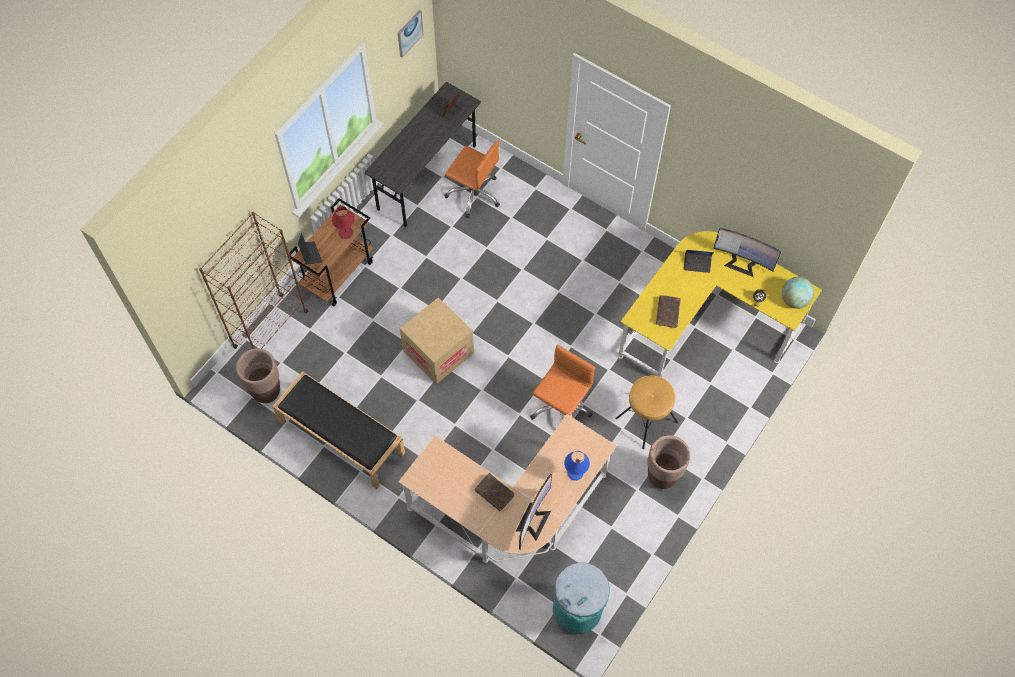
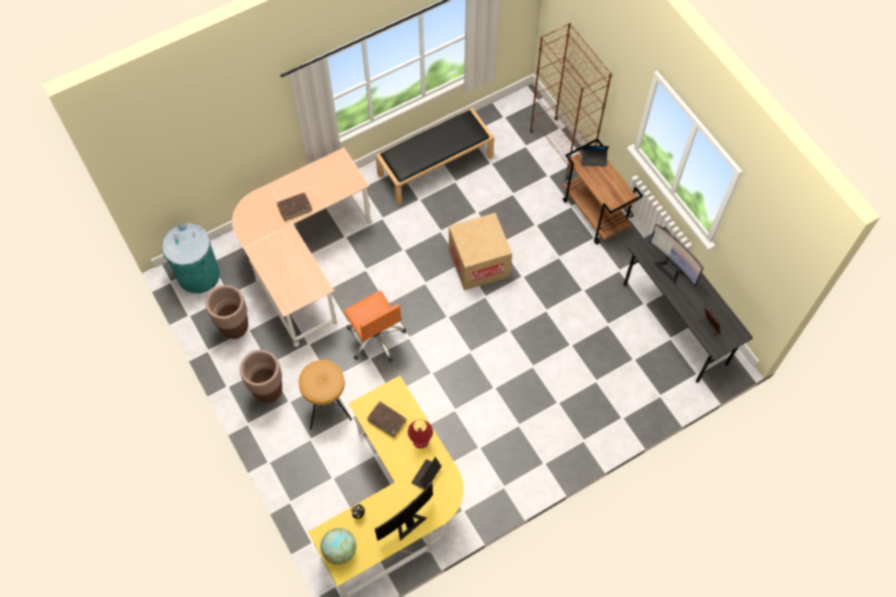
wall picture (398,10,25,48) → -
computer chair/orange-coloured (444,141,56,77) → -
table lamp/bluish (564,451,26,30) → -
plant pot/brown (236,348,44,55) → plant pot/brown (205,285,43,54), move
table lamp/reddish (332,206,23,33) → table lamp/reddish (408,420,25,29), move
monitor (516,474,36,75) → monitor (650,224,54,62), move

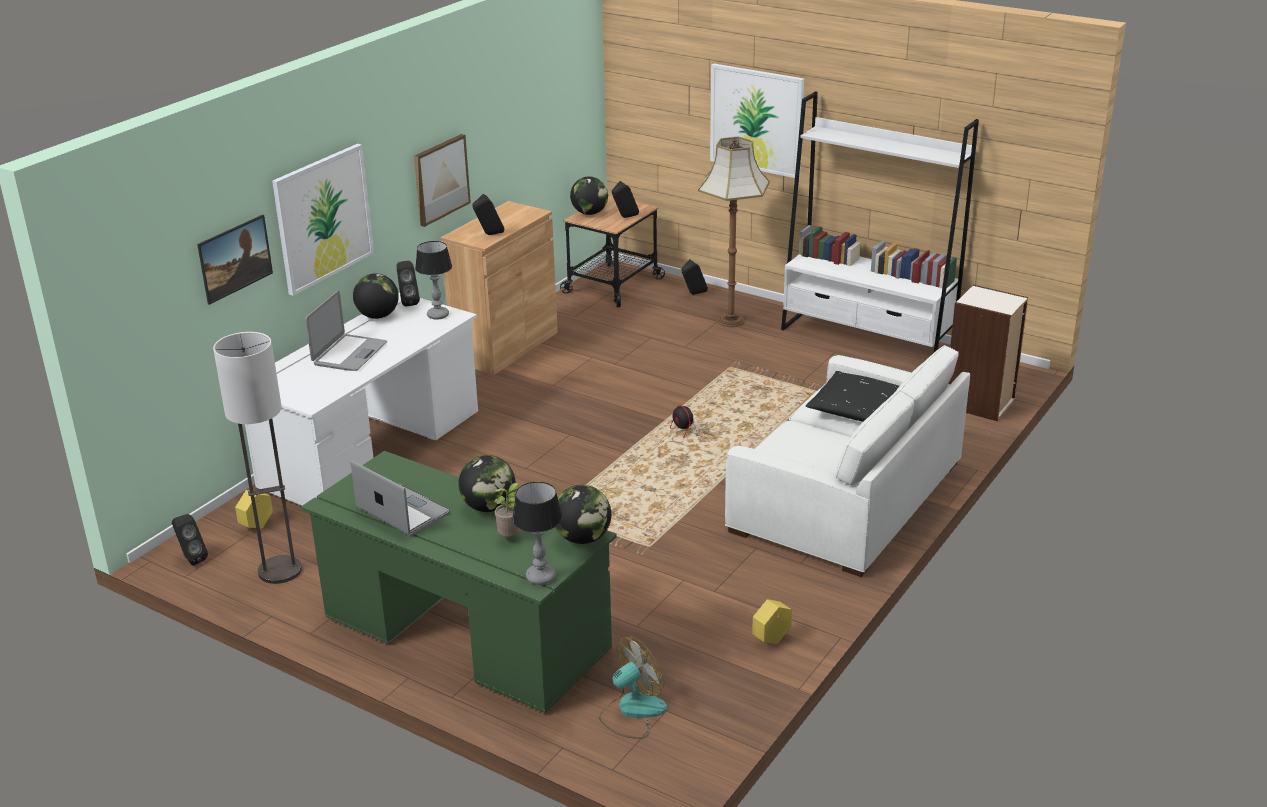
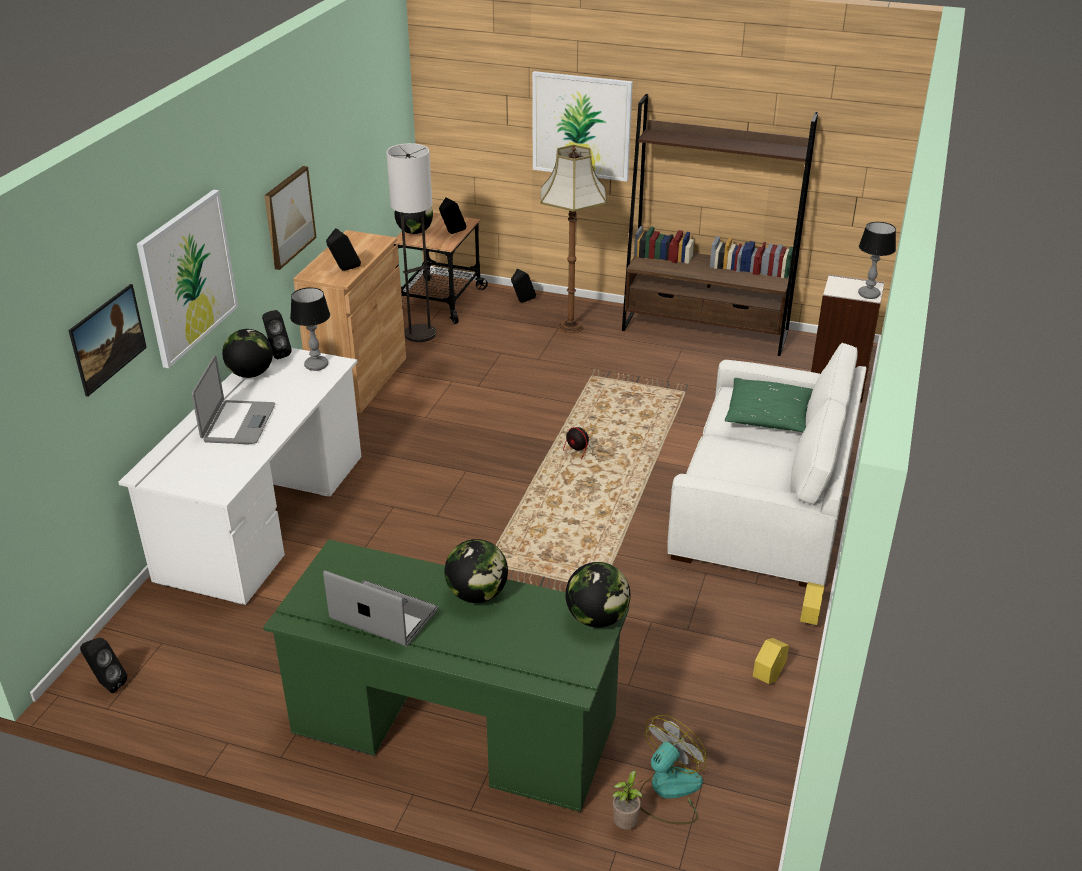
standard lamp (213,332,89,252) → standard lamp (386,143,50,199), move
plant pot/yellow (235,490,38,39) → plant pot/yellow (800,582,25,43), move
plant in a pot (494,483,26,53) → plant in a pot (612,770,31,59), move
table lamp (512,482,50,103) → table lamp (858,222,38,77), move
bookcase/white-coloured (781,91,198,261) → bookcase/brown (622,94,196,262)
throw pillow/blackish (806,371,93,51) → throw pillow/green-coloured (725,378,88,54)

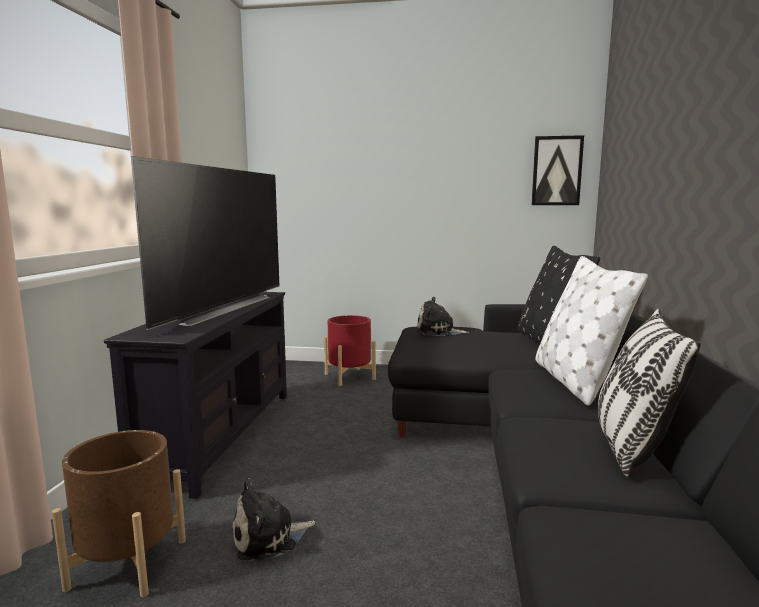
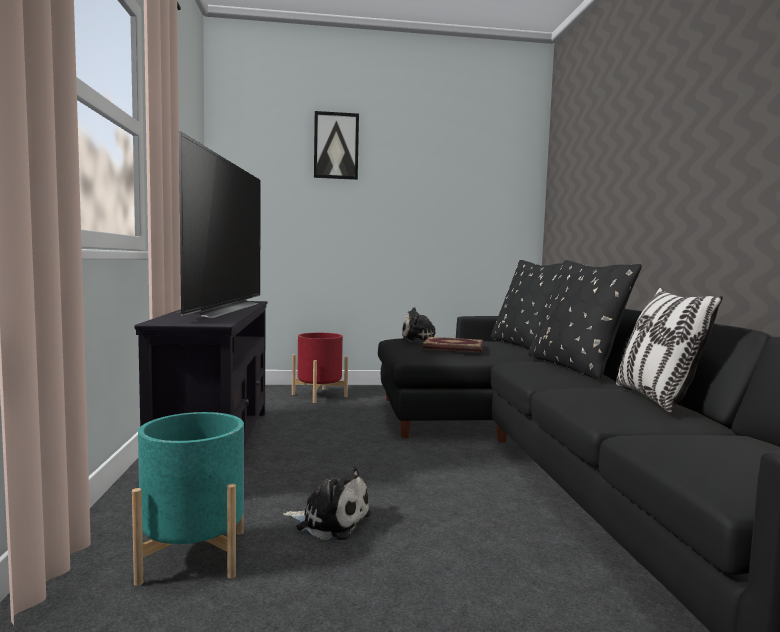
- → volume (423,337,60,16)
wall picture (531,135,53,70) → wall picture (314,111,45,69), move
plant pot/brown (52,430,134,167) → plant pot/turquoise-coloured (132,412,112,174)
throw pillow/white-coloured (535,256,113,150) → throw pillow/blackish (528,260,114,119)
cuddly toy (232,478,83,84) → cuddly toy (283,466,88,74), 120 degrees counterclockwise

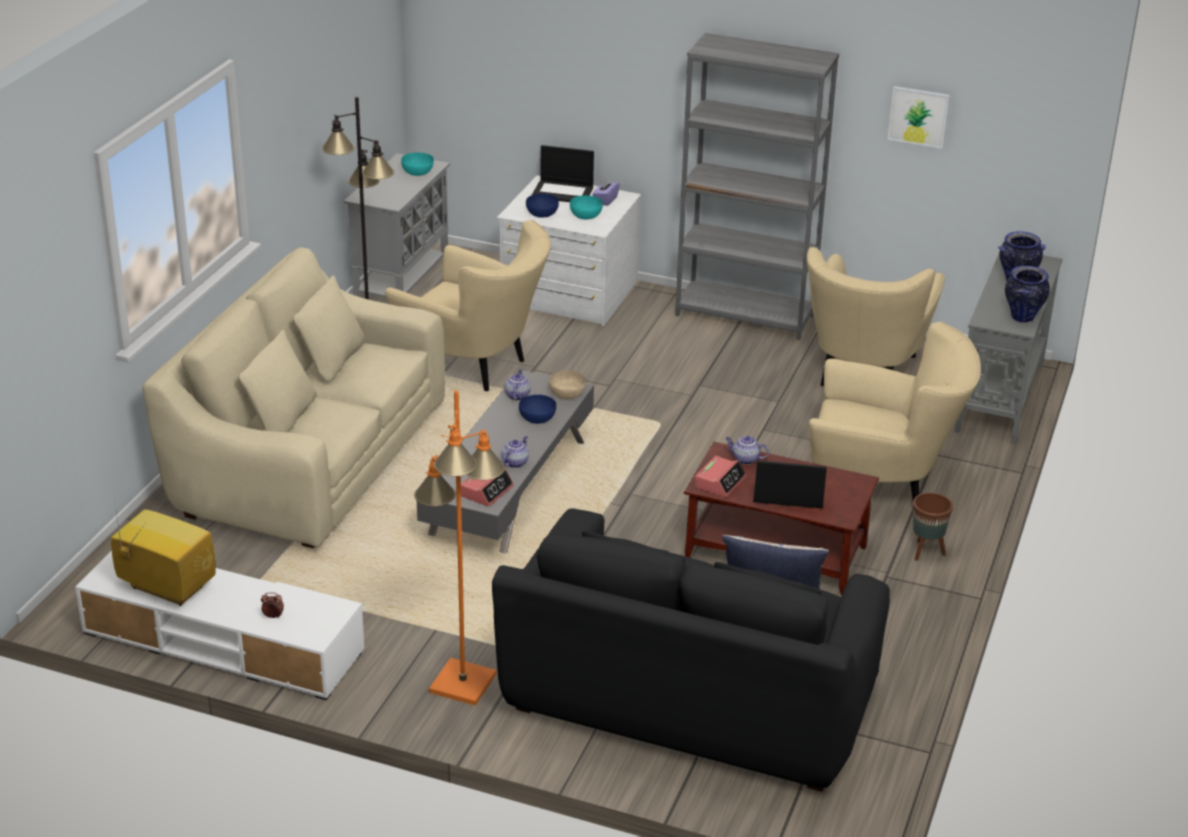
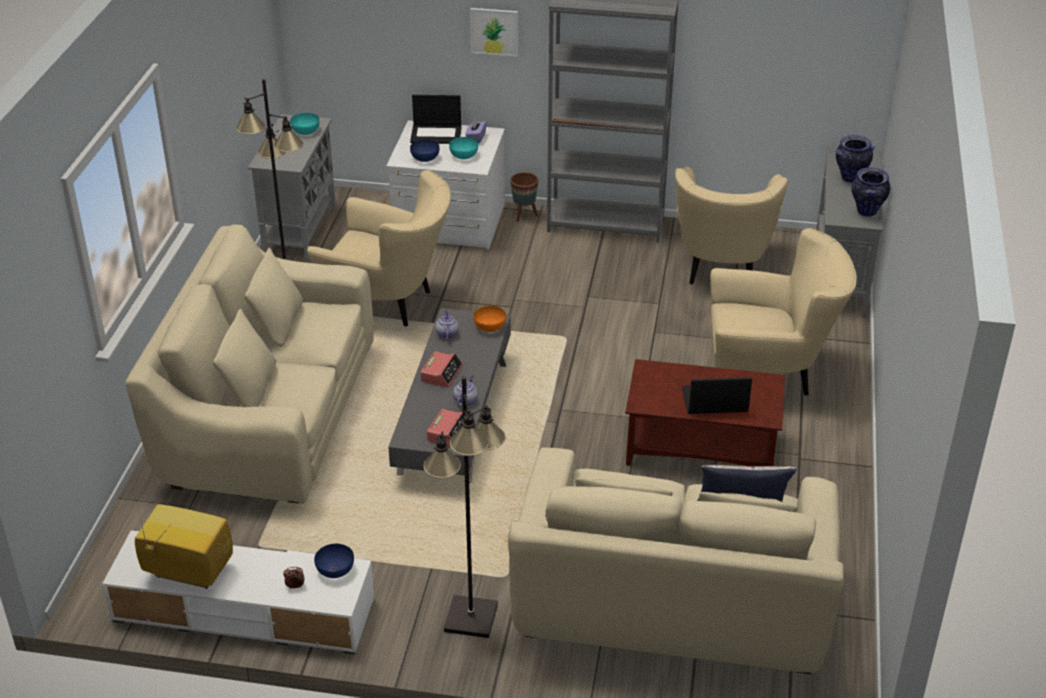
tea pot (725,436,44,29) → -
serving bowl/bluish (519,395,37,29) → serving bowl/bluish (314,544,40,34), move
table clock (695,456,52,42) → table clock (420,351,43,36), move
wall picture (888,86,62,63) → wall picture (470,8,48,49), move
plant pot/brown (913,493,40,68) → plant pot/brown (510,172,28,50), move
standard lamp/orange-coloured (414,390,91,316) → standard lamp/blackish (423,376,83,262)
sofa/blackish (492,508,398,284) → sofa/sand-coloured (508,447,336,227)
serving bowl/sand-coloured (549,371,37,28) → serving bowl/orange-coloured (474,306,32,26)

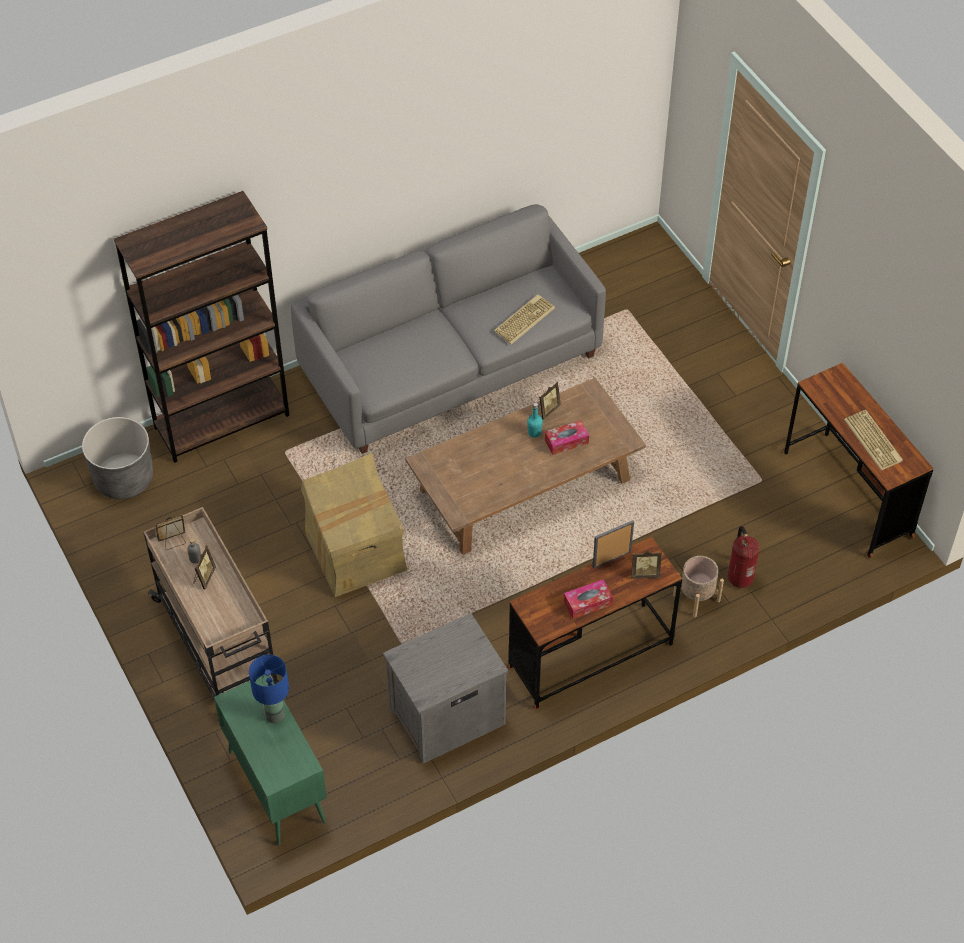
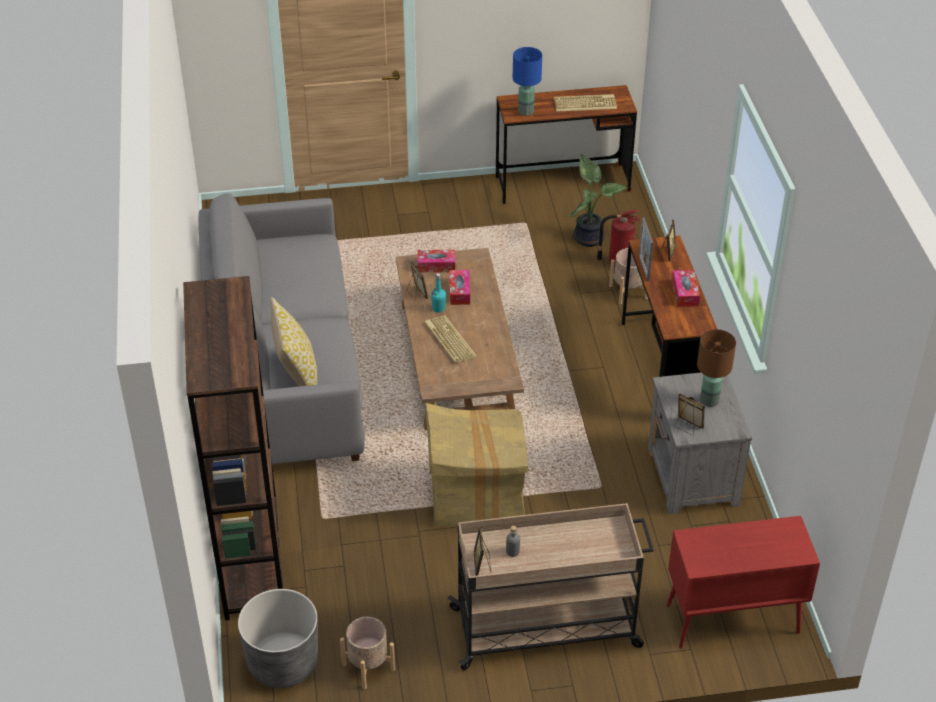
- → throw pillow (271,297,46,89)
- → plant pot/sand-coloured (340,617,55,72)
- → box of tissues (417,250,38,22)
- → plant in a pot (569,154,58,93)
- → table lamp/brown (697,329,39,78)
standing frame (193,545,23,45) → standing frame (674,393,31,43), move
table lamp/bluish (249,655,40,68) → table lamp/bluish (513,47,29,69), move
keyboard (494,294,61,50) → keyboard (424,315,53,48), move
cabinet/green-coloured (214,675,113,171) → cabinet/reddish (667,516,153,132)

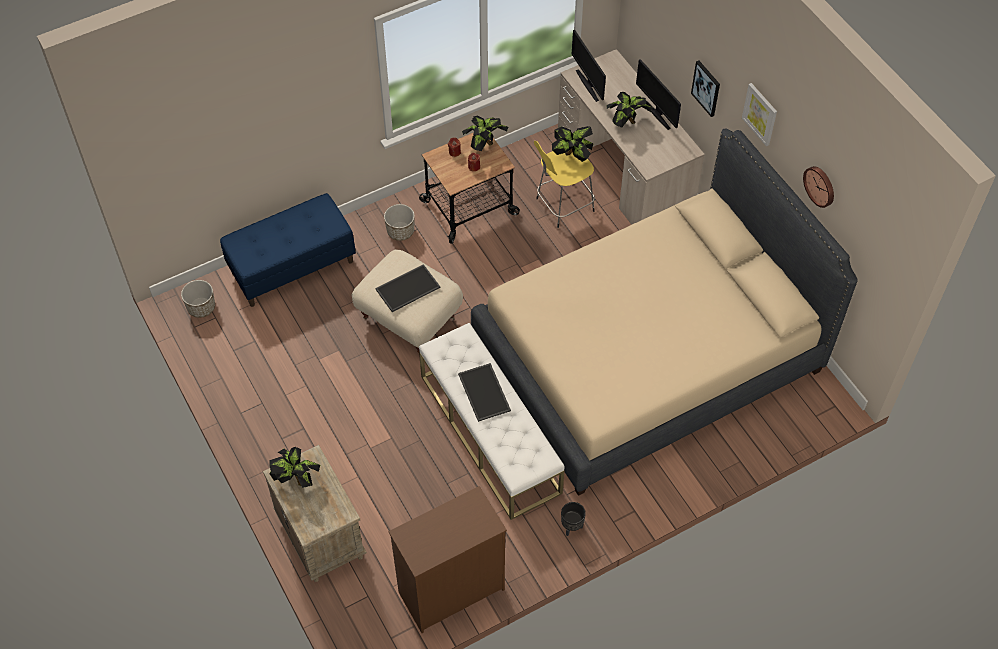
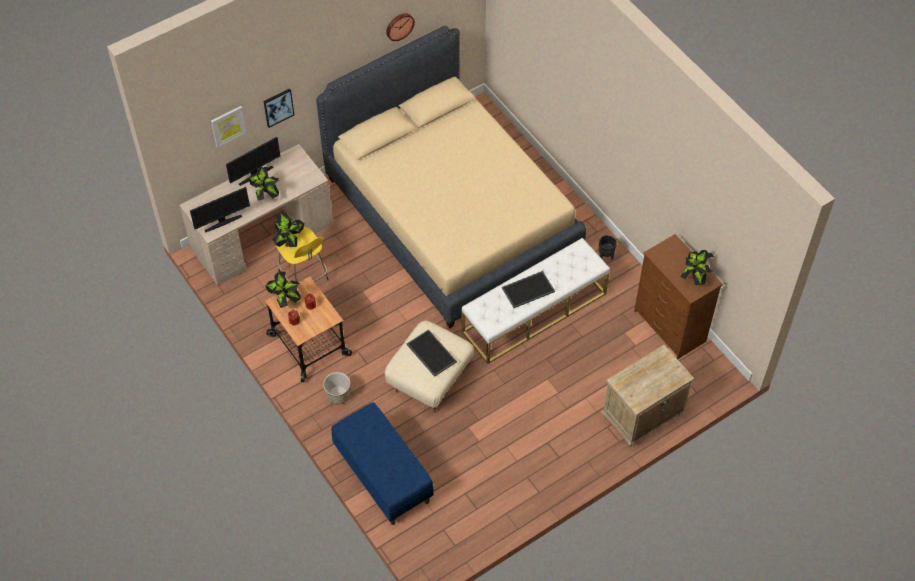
plant pot (181,280,34,38) → -
plant in a pot (269,447,51,41) → plant in a pot (680,250,34,35), move
wall picture (742,83,35,63) → wall picture (211,106,36,42), move

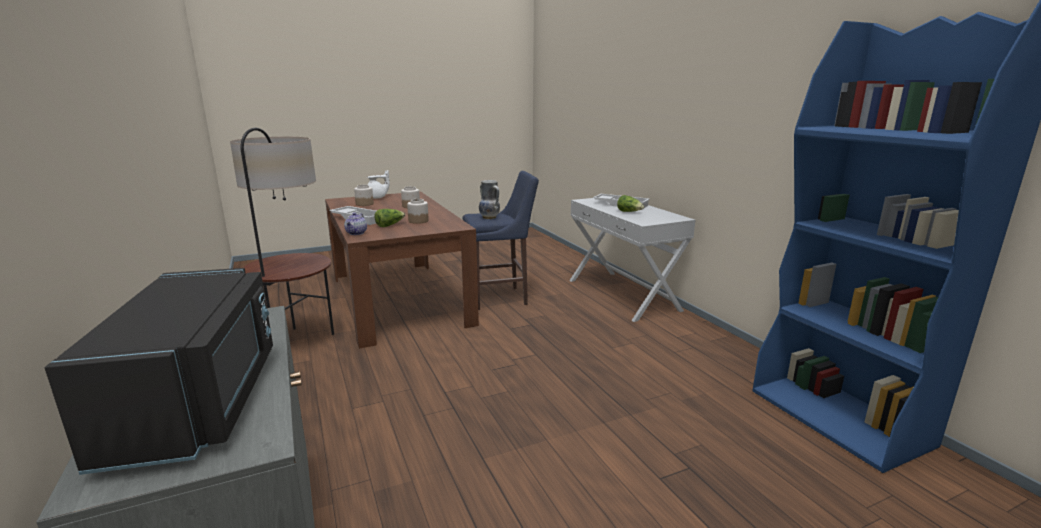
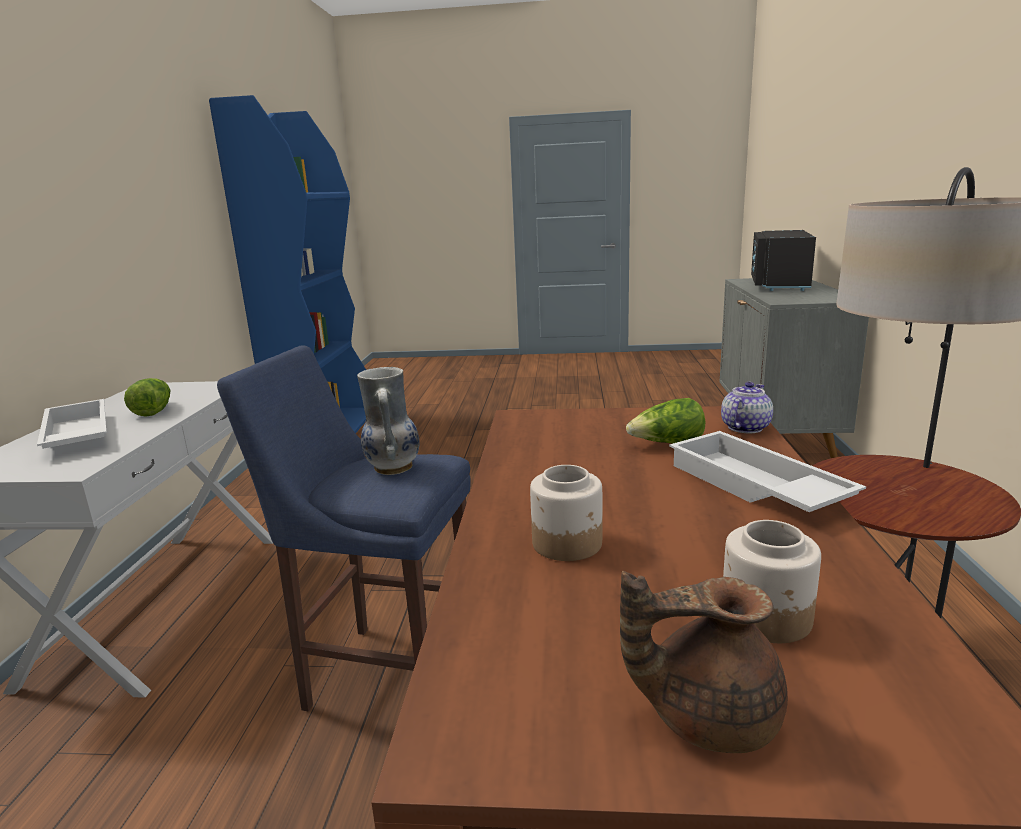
storage jar (407,199,22,25) → -
tea pot/white-coloured (367,170,23,29) → tea pot/brown (620,571,168,182)

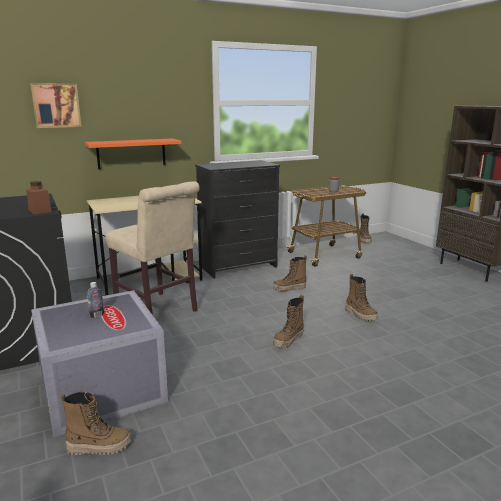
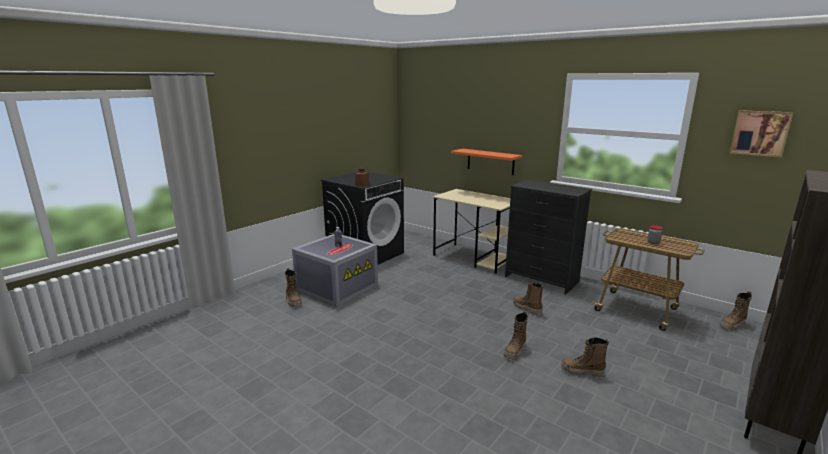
chair/sand-coloured (106,181,94,134) → -
wall picture (30,83,51,45) → wall picture (730,110,63,48), move
high-top boot (273,295,31,53) → high-top boot (561,337,48,40), move

